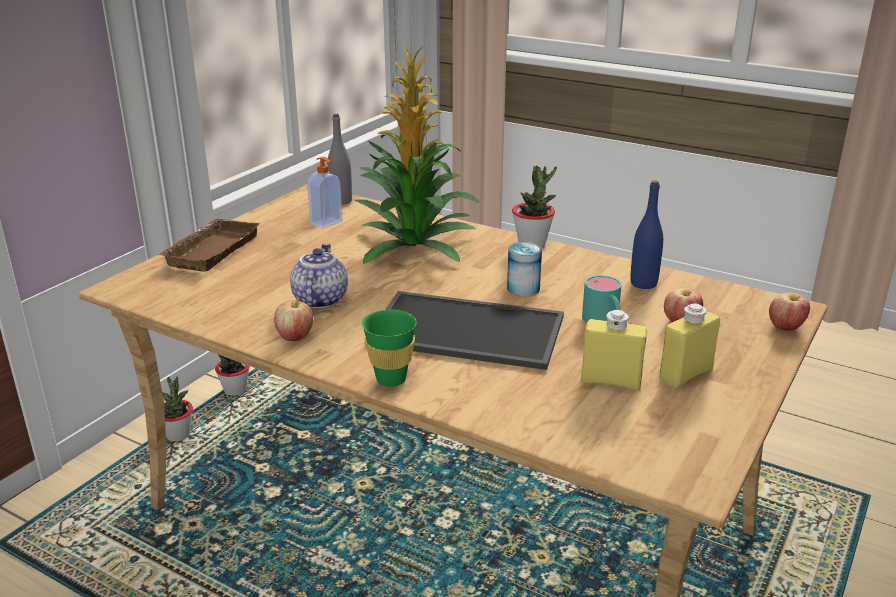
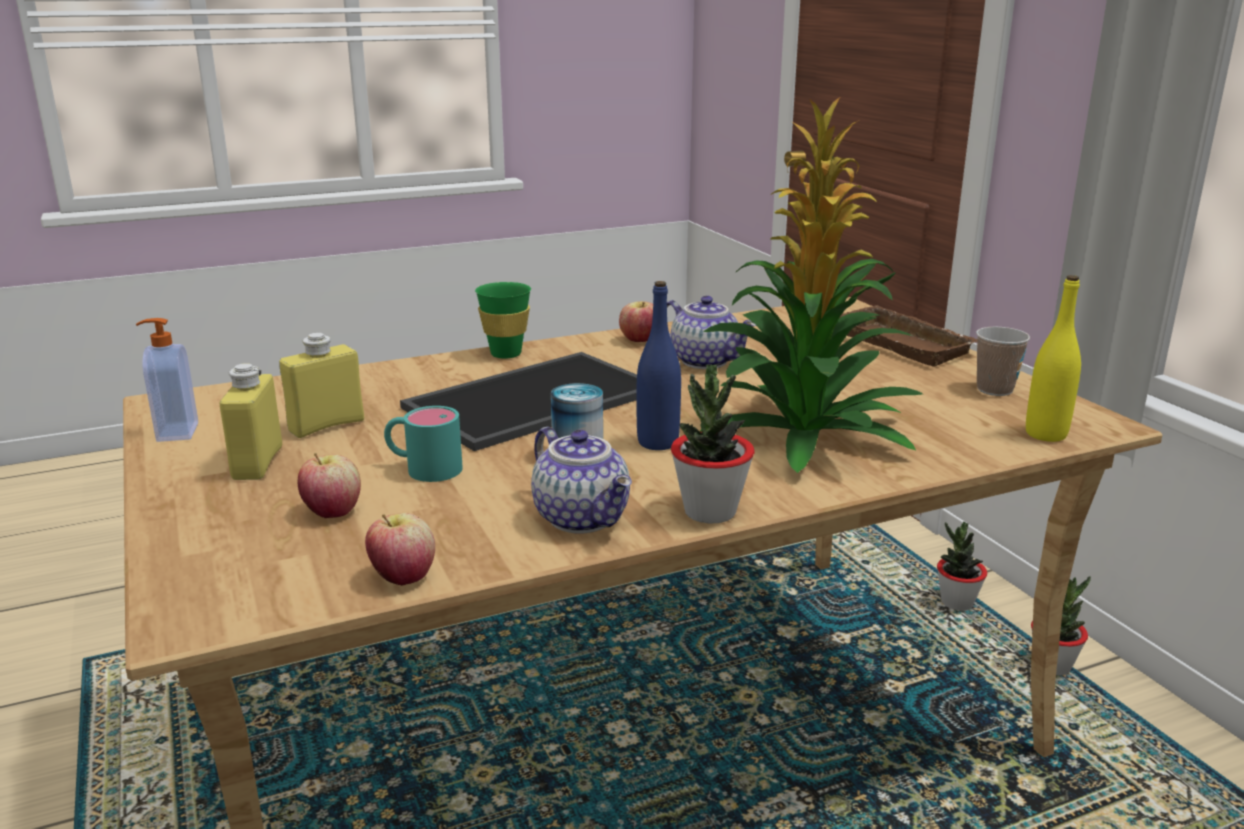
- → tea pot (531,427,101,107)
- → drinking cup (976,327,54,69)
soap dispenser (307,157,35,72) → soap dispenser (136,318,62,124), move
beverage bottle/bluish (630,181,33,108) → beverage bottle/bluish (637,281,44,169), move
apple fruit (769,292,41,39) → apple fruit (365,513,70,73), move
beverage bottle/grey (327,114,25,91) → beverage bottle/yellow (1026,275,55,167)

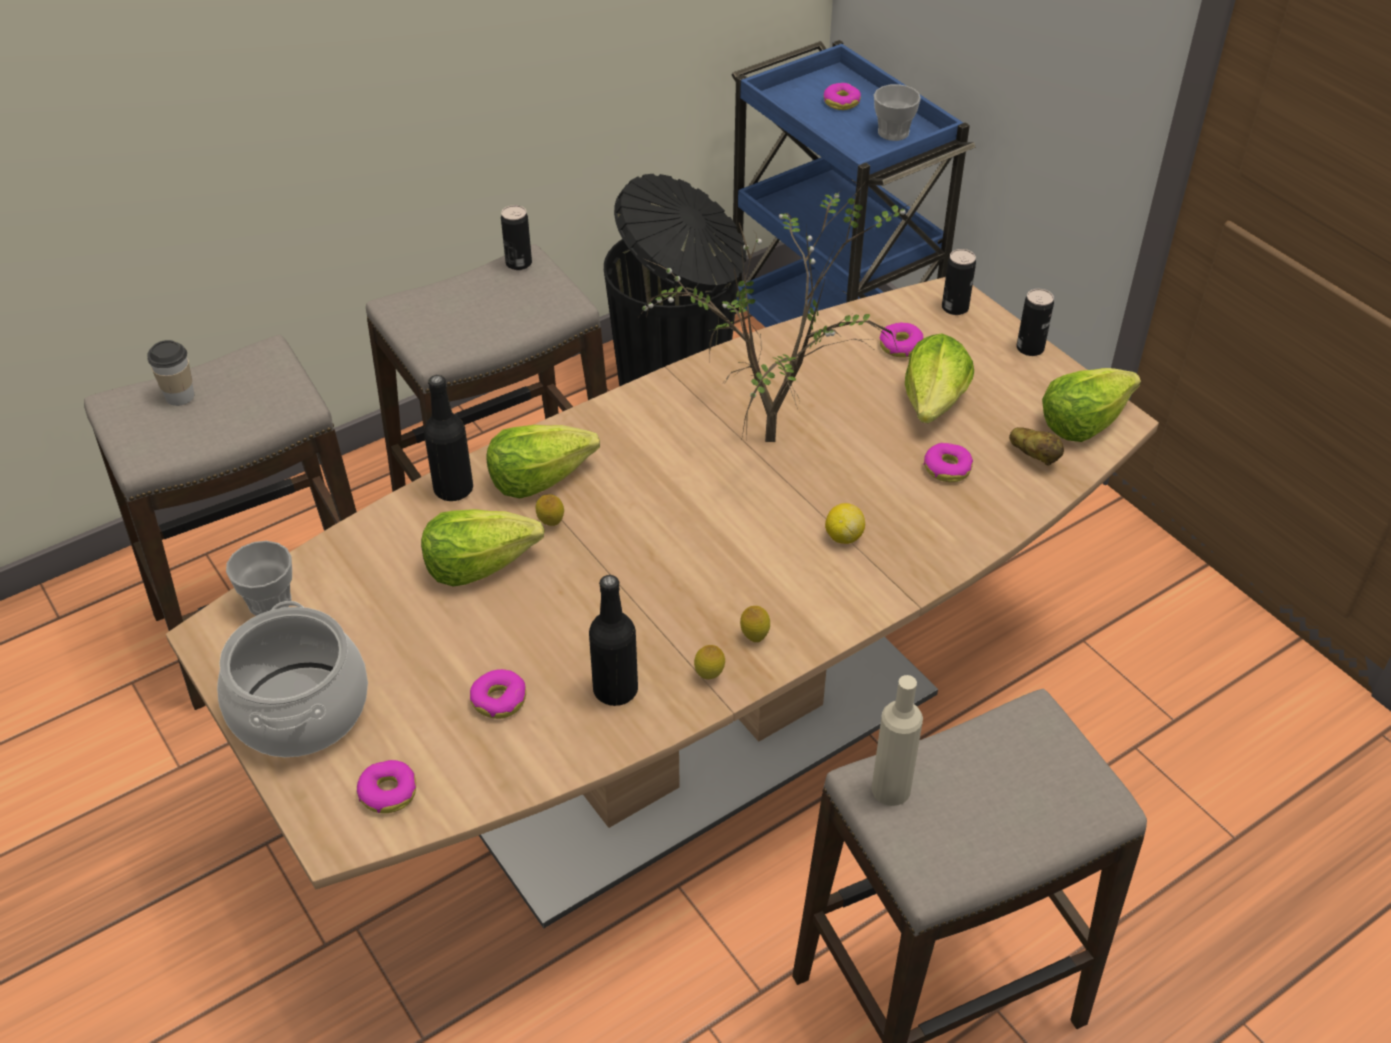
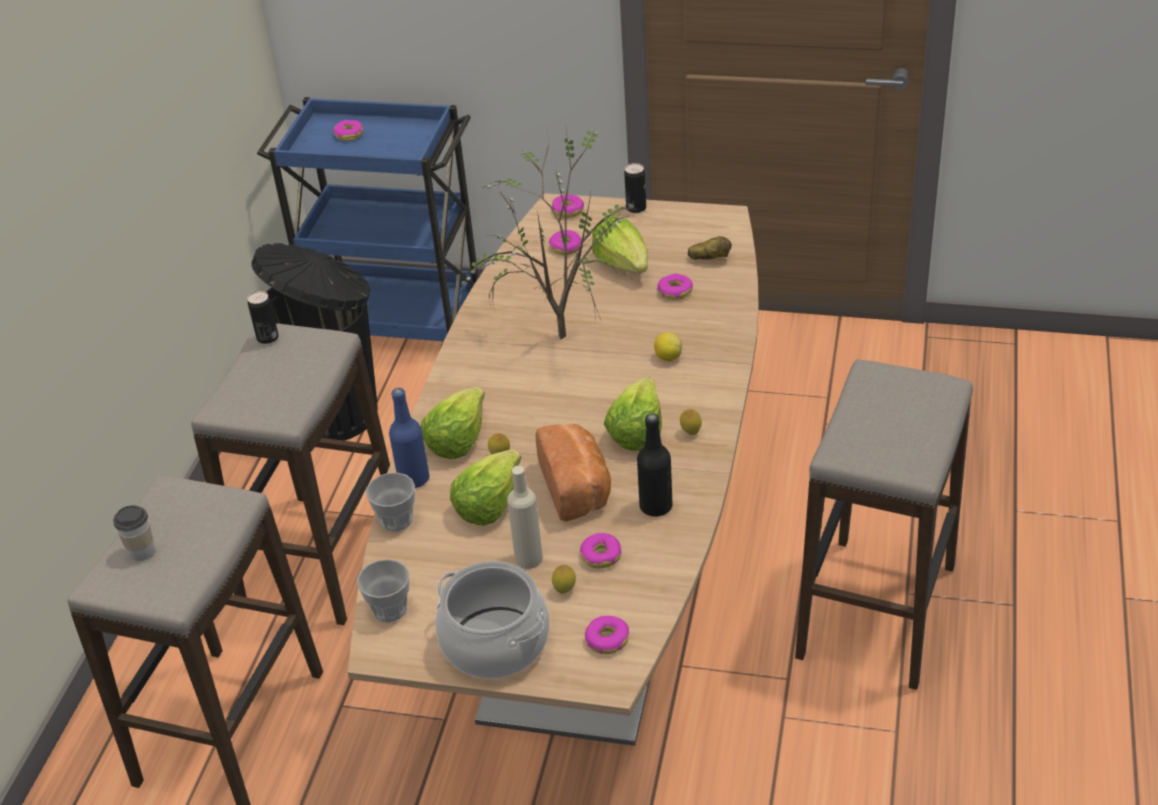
- → bread (536,424,75,97)
lemon (694,645,31,34) → lemon (552,565,24,29), move
beverage bottle/sand-coloured (871,675,52,131) → beverage bottle/sand-coloured (507,466,36,103), move
drinking cup (874,84,47,57) → drinking cup (366,473,49,59), move
lettuce (1042,368,99,74) → lettuce (604,377,58,74), move
metal can (942,249,34,66) → doughnut (552,195,32,23)
beverage bottle/blackish (424,375,49,126) → beverage bottle/bluish (389,388,40,101)

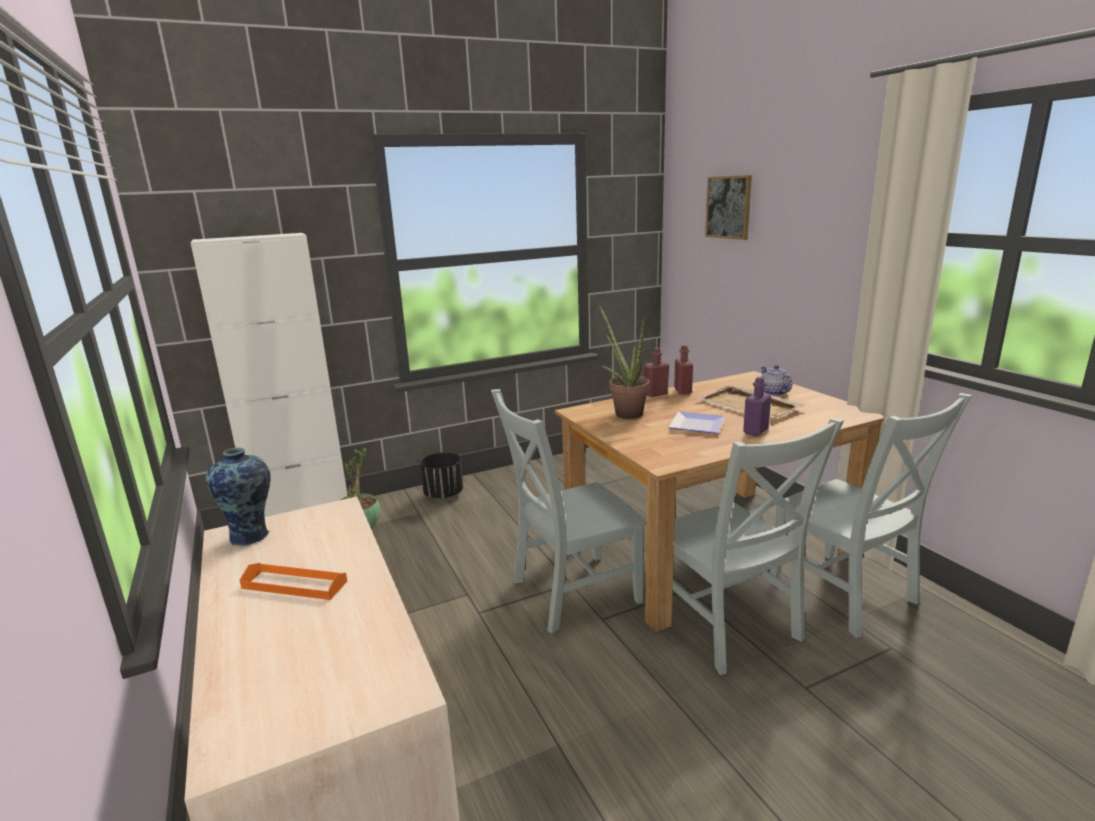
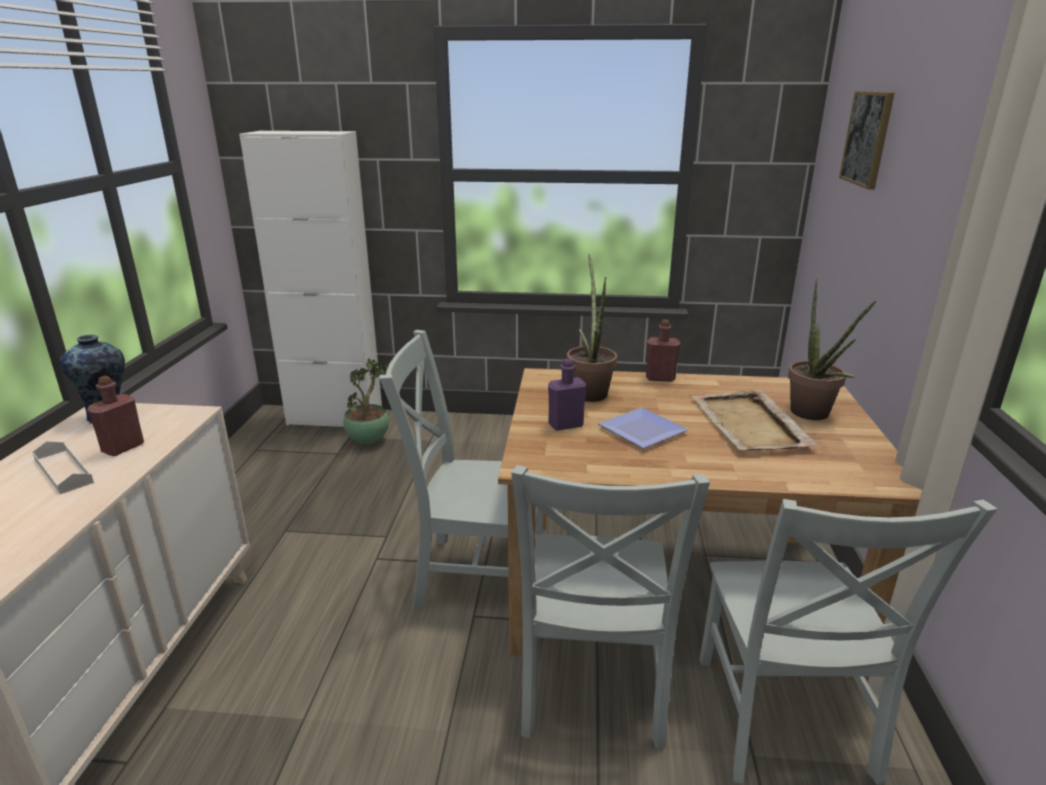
plant pot/blackish (420,452,43,47) → -
beverage bottle/reddish (674,345,19,49) → beverage bottle/reddish (87,376,57,80), move
beverage bottle/purplish (743,377,28,59) → beverage bottle/purplish (548,359,38,72), move
tea pot (761,365,31,31) → plant in a pot (788,279,88,141)
serving tray/orange-coloured (240,563,107,37) → serving tray/white-coloured (32,441,62,53)

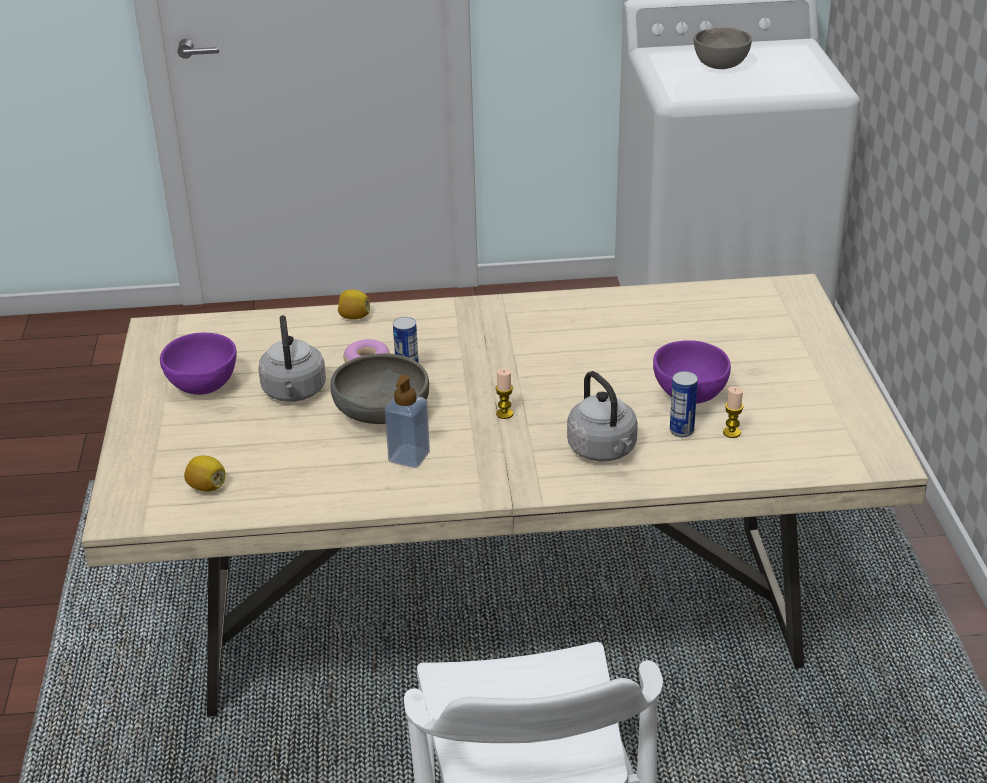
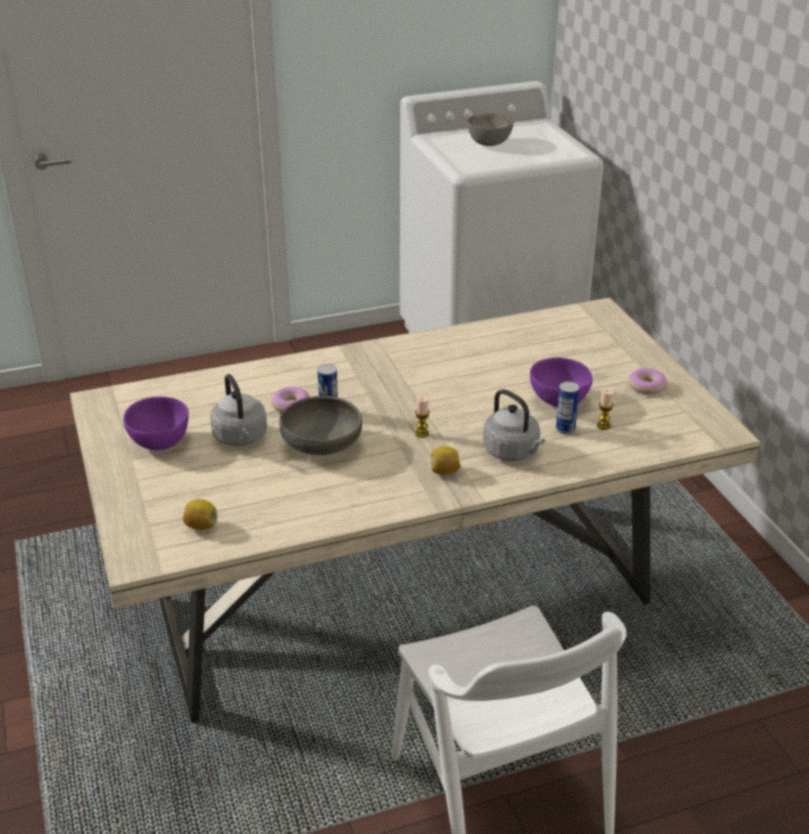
soap dispenser (385,375,45,93) → -
- → doughnut (628,368,39,27)
lemon (338,290,32,30) → lemon (431,446,30,29), move

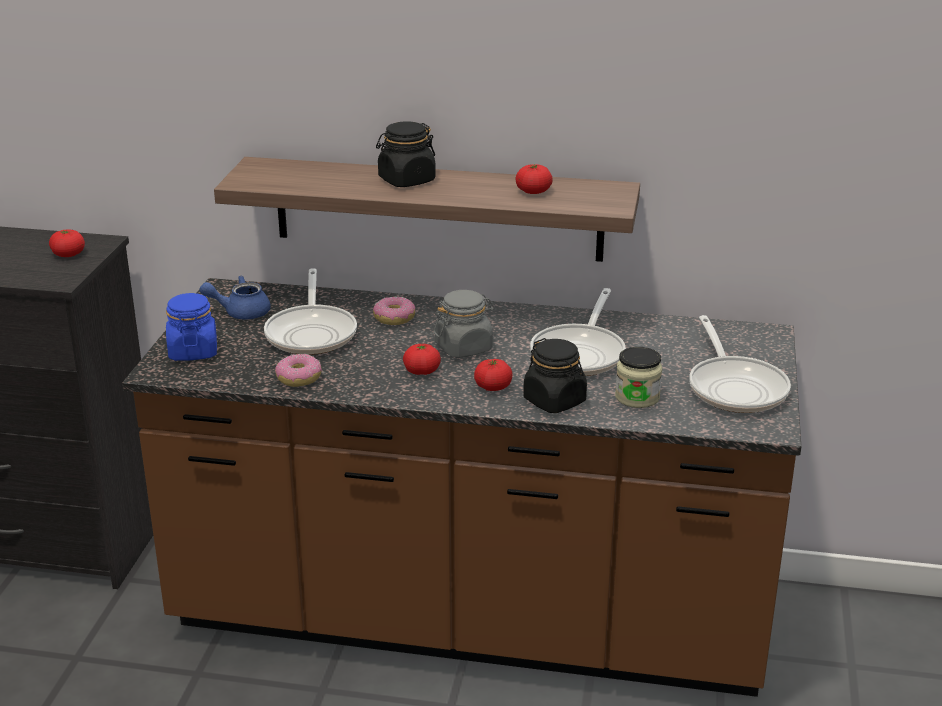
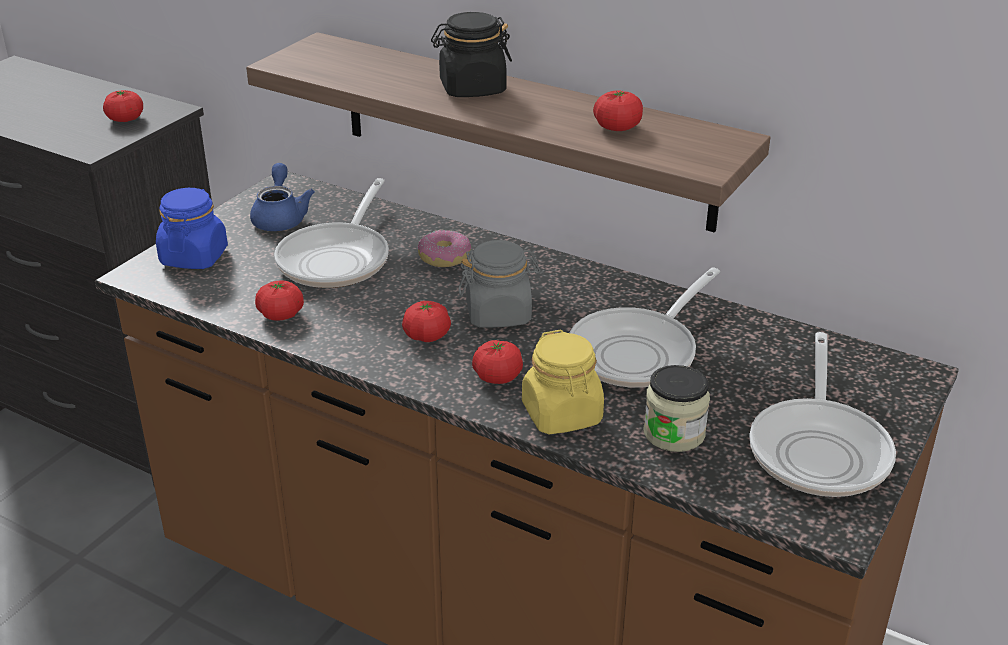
doughnut (275,354,47,33) → tomato (255,280,49,41)
storage jar/blackish (523,338,64,75) → storage jar/yellow (522,330,82,104)
tea pot/bluish (200,276,71,44) → tea pot/bluish (250,163,65,68), 75 degrees clockwise

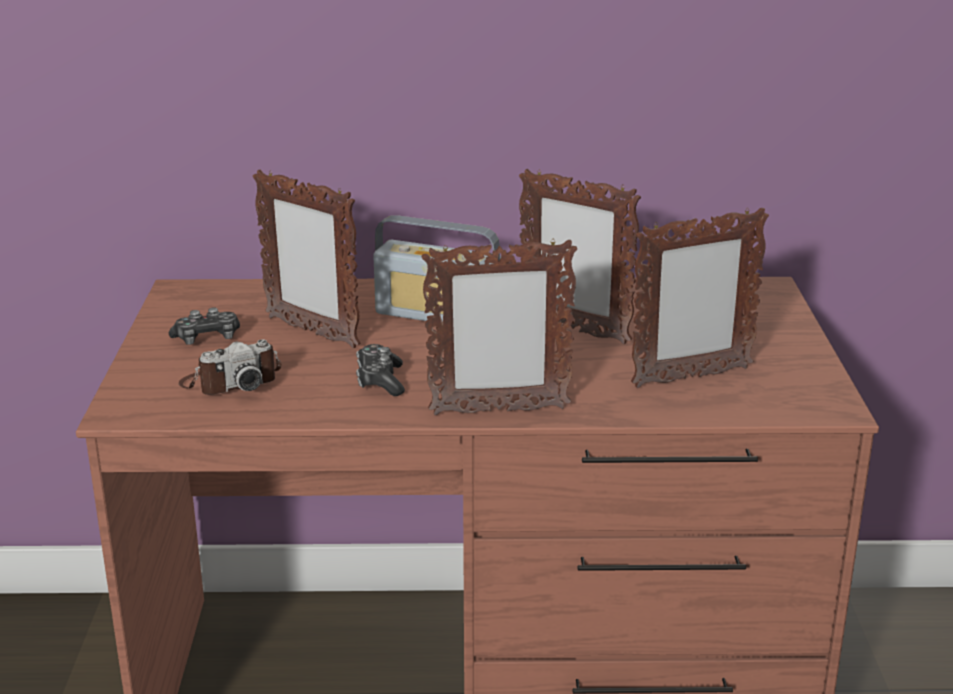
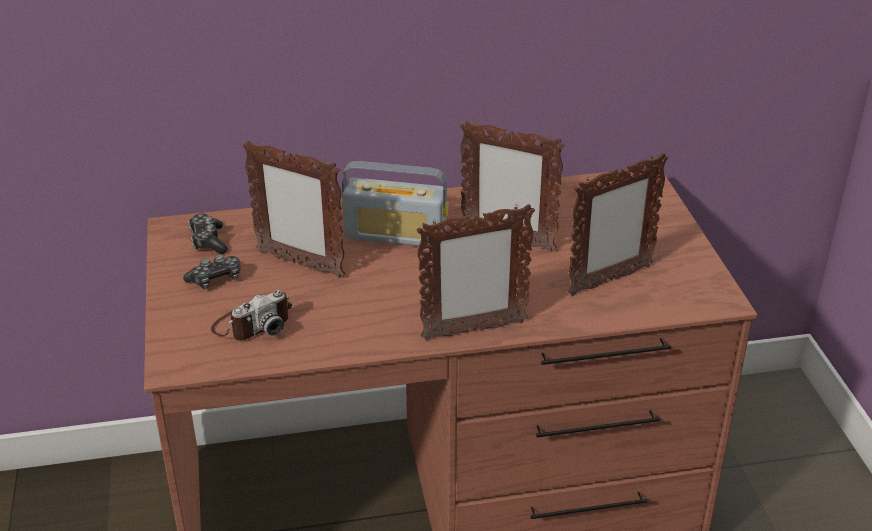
game controller (356,344,49,52) → game controller (188,214,40,40), move

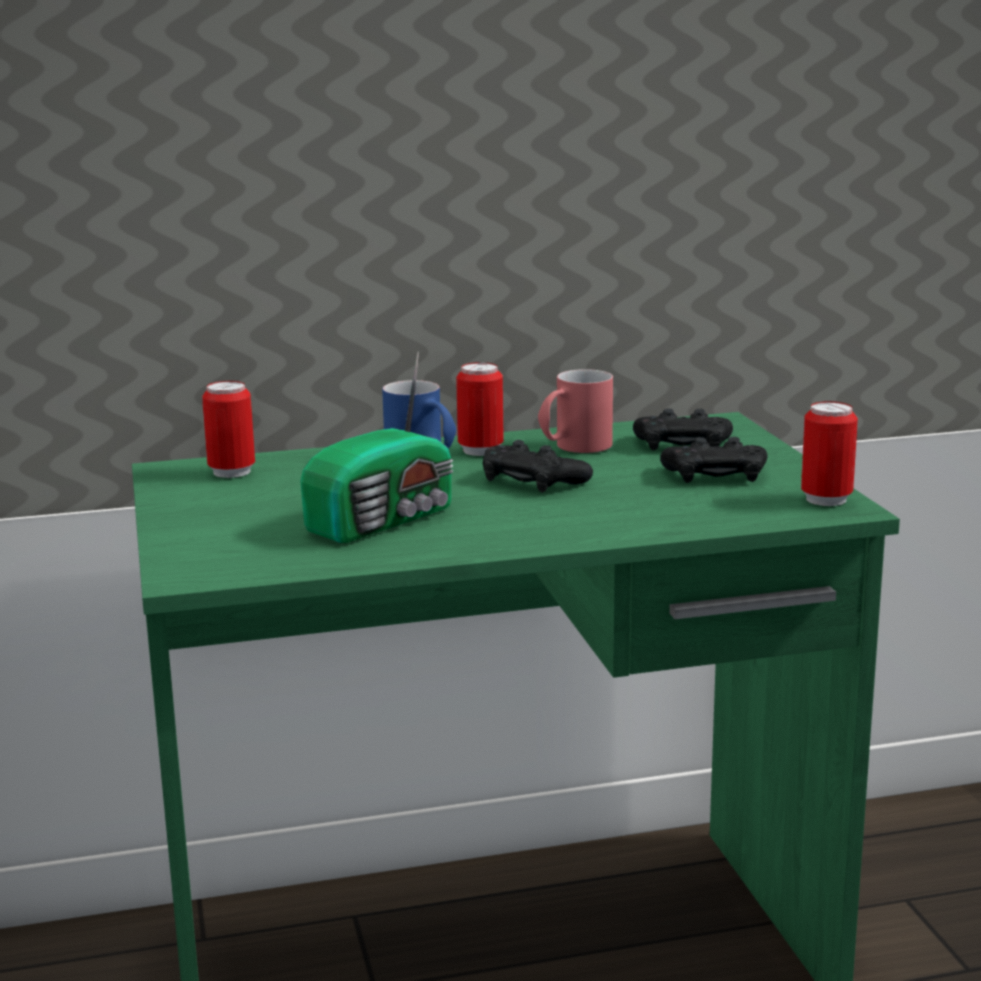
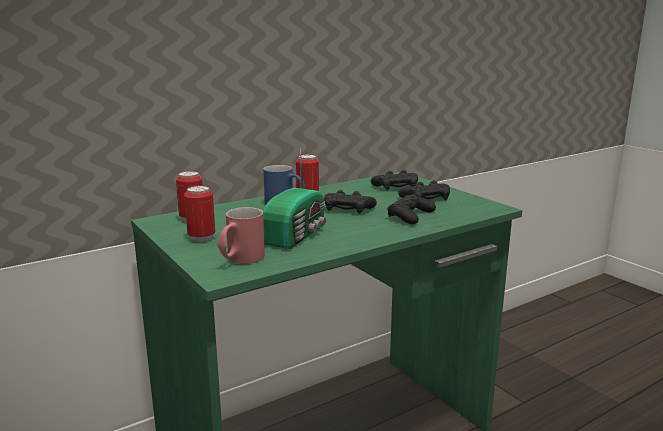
- → game controller/blackish (387,194,49,30)
mug/reddish (538,369,75,84) → mug/reddish (217,207,48,57), move
metal can (801,401,57,105) → metal can (184,185,31,57), move

